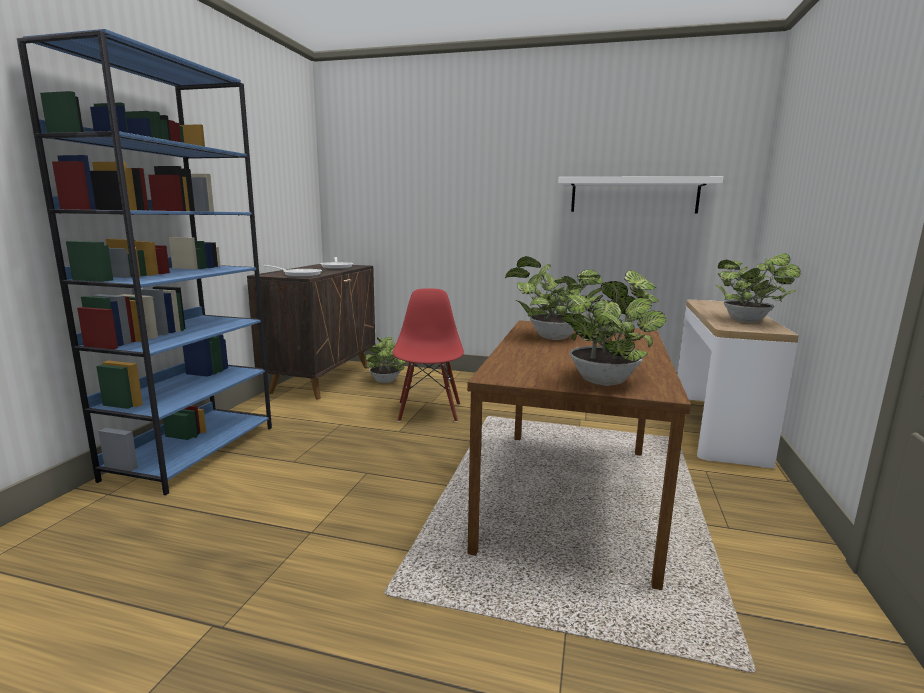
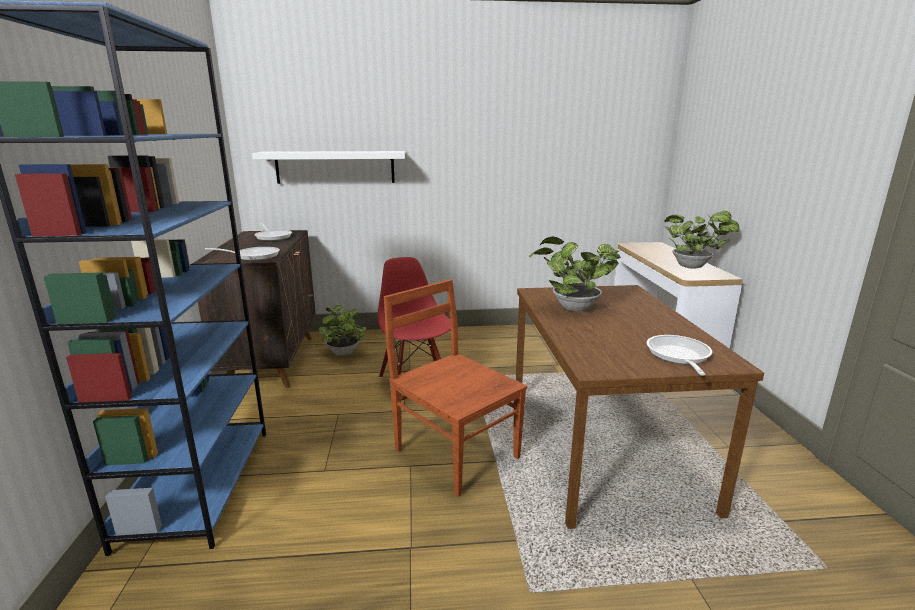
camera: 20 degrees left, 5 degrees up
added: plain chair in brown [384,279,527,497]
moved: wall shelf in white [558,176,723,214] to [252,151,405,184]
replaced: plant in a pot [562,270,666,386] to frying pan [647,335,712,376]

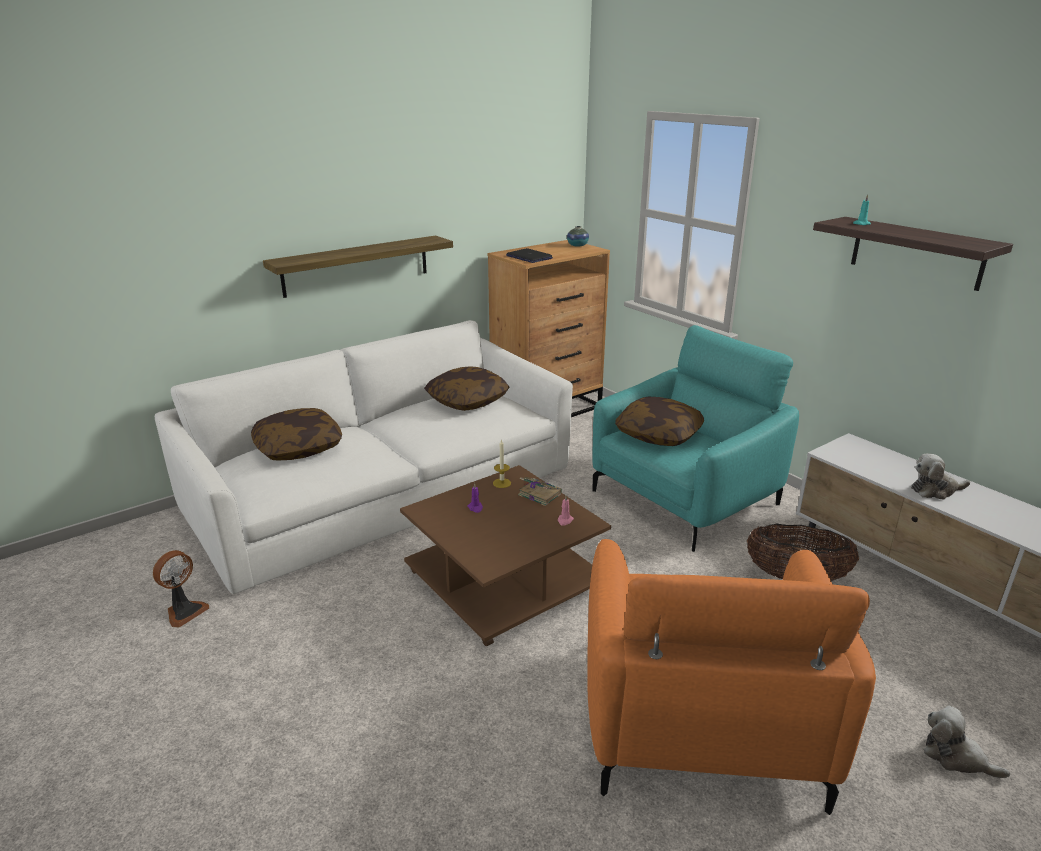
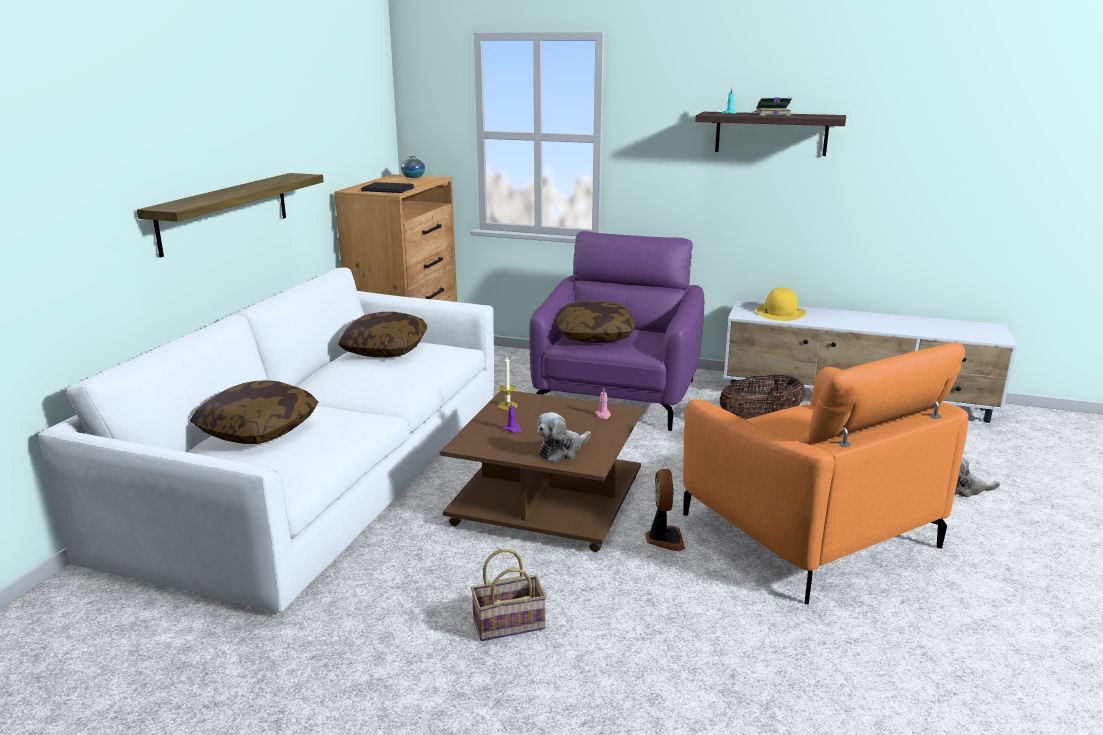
camera: 35 degrees left, 5 degrees down
added: storage basket [471,549,547,641]; wearable hat in yellowish [756,288,806,321]
moved: electric fan [153,550,209,627] to [645,469,685,551]; bound book [518,478,562,506] to [754,97,792,116]; cuddly toy [911,453,970,500] to [537,412,591,463]
recoloured: easy chair in turquoise [592,325,799,552] to easy chair in purple-coloured [529,231,704,431]

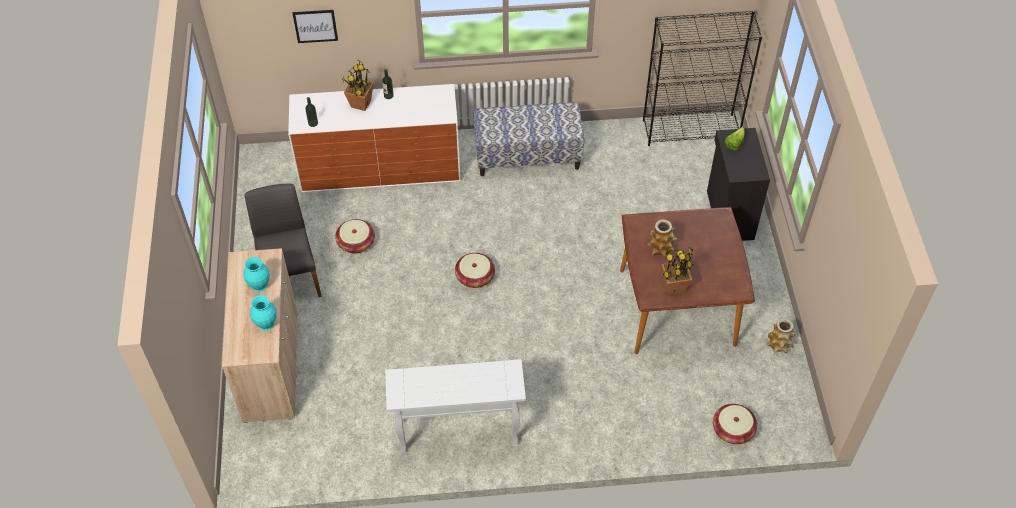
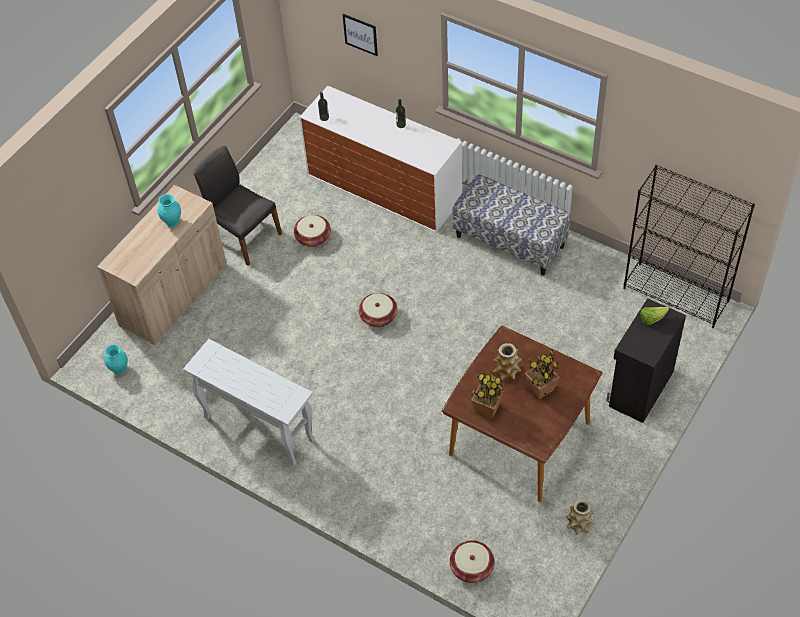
camera: 40 degrees right, 0 degrees up
moved: flower vase in turquoise [250,295,276,331] to [104,344,128,375]; plant in a pot [342,60,374,111] to [525,349,560,399]
turned: plain chair in greyish [244,184,322,297] = [193,146,282,266] 75 degrees counterclockwise

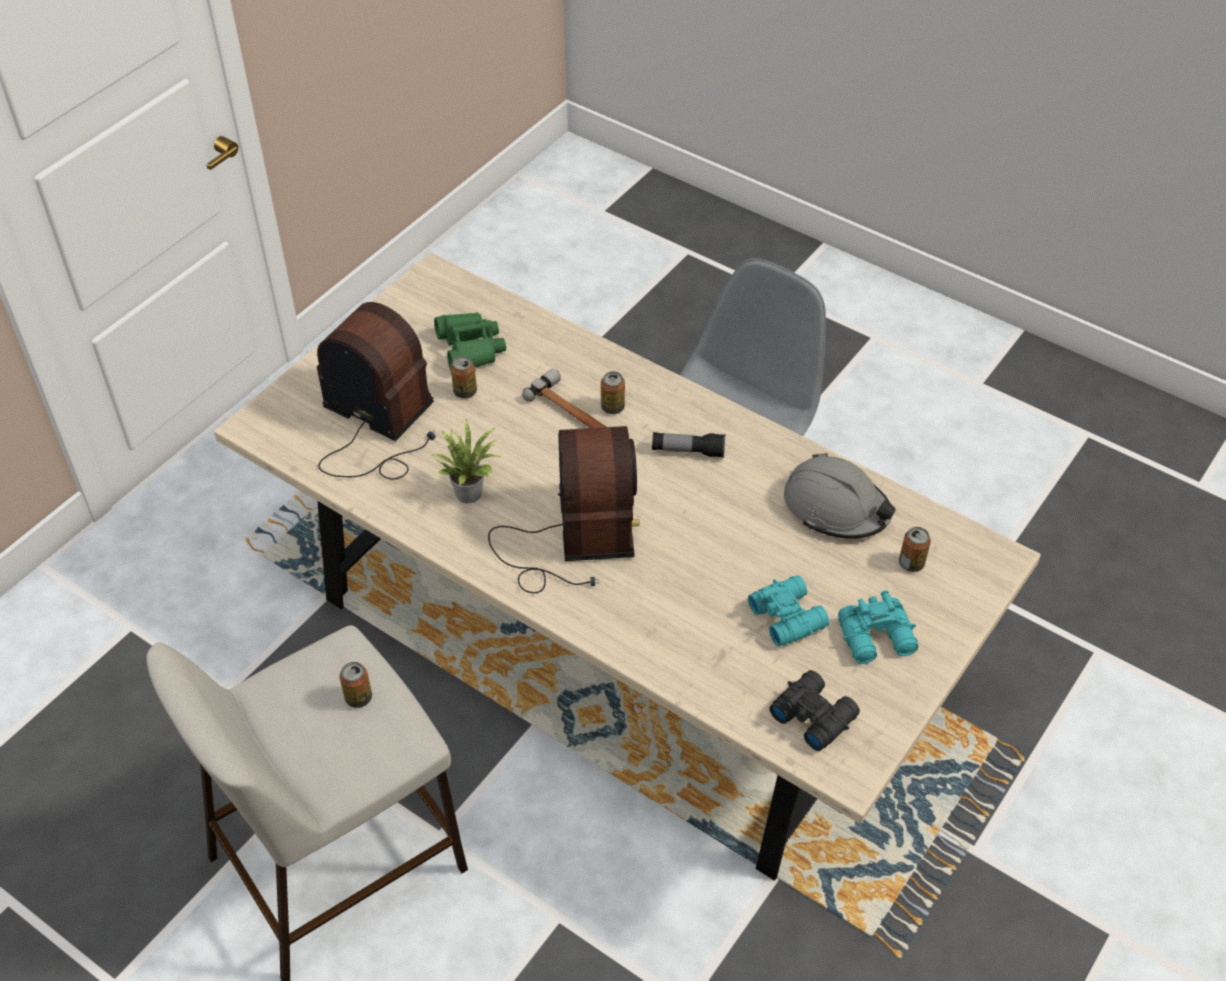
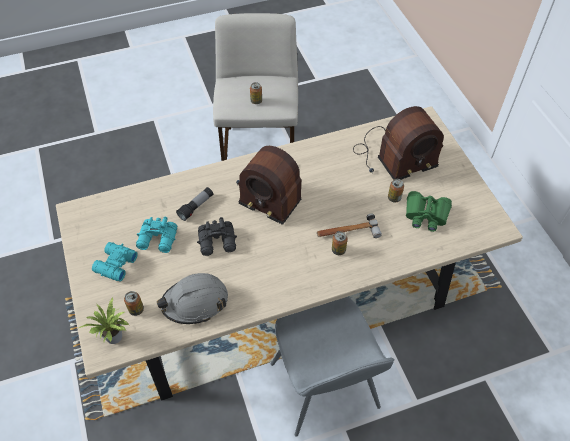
camera: 125 degrees right, 5 degrees up
moved: plant in a pot [431,419,502,503] to [77,296,130,344]; flashlight [652,432,726,458] to [176,187,213,221]; pair of binoculars in black-coloured [769,670,860,751] to [197,217,237,256]

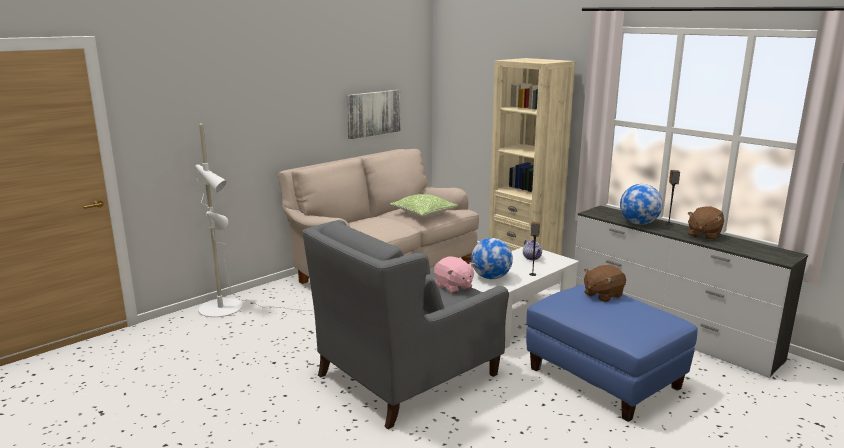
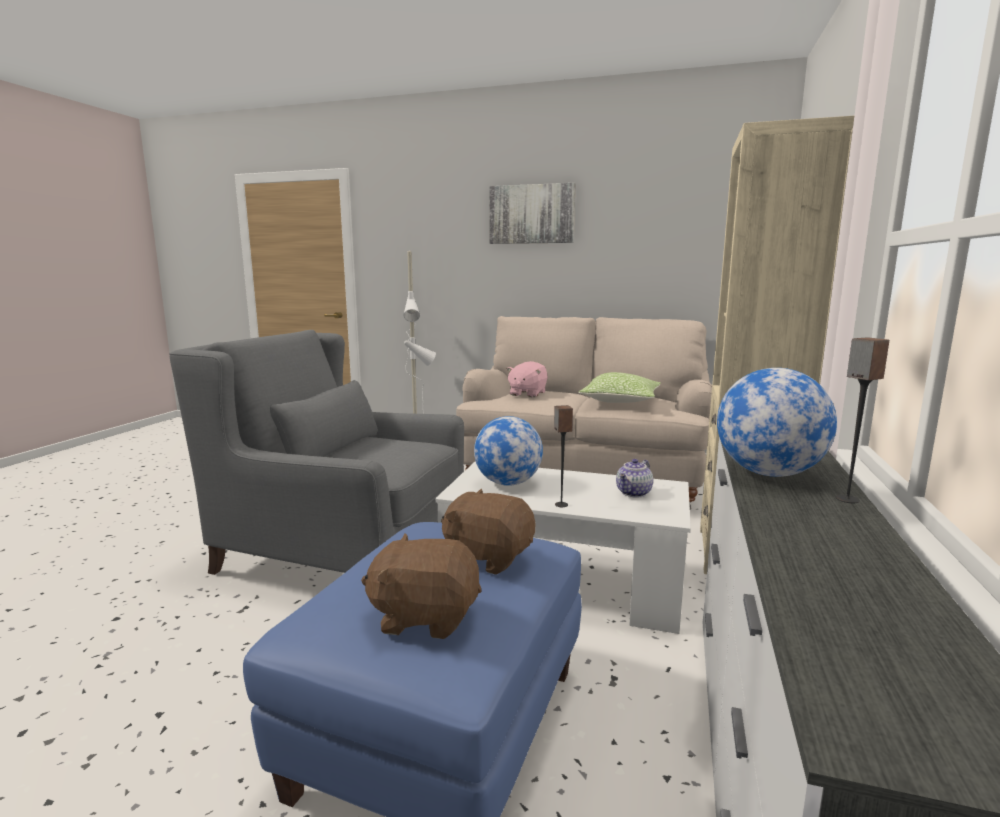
camera: 60 degrees right, 5 degrees down
moved: wall art [347,90,401,139] to [489,183,575,244]; cuddly toy in pinkish [434,256,475,294] to [506,361,548,397]; cuddly toy in brown [687,206,724,240] to [361,533,482,639]

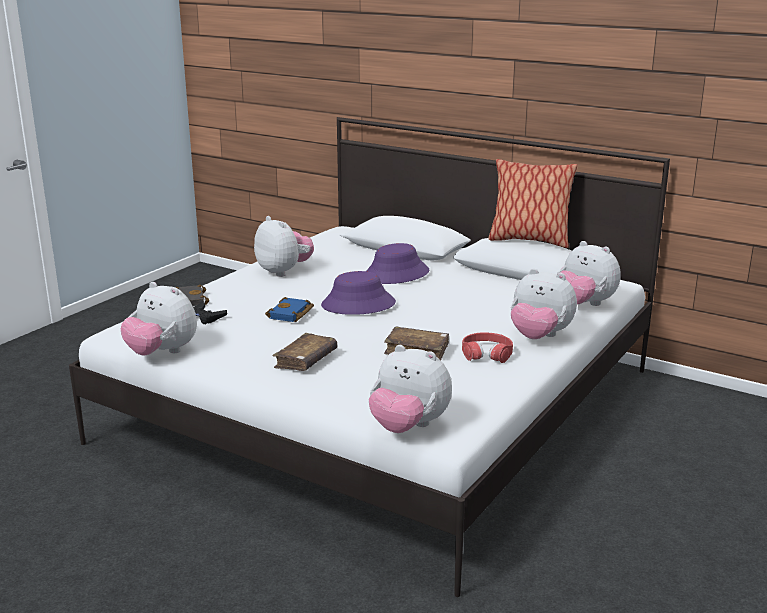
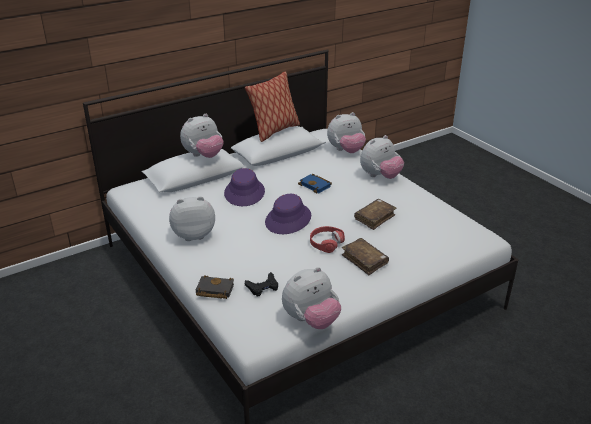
camera: 65 degrees left, 10 degrees up
moved: bound book in blue-coloured [265,297,314,322] to [298,174,332,193]; cuddly toy [369,345,452,433] to [180,114,224,158]; pair of headphones in reddish [462,332,513,363] to [310,226,345,253]

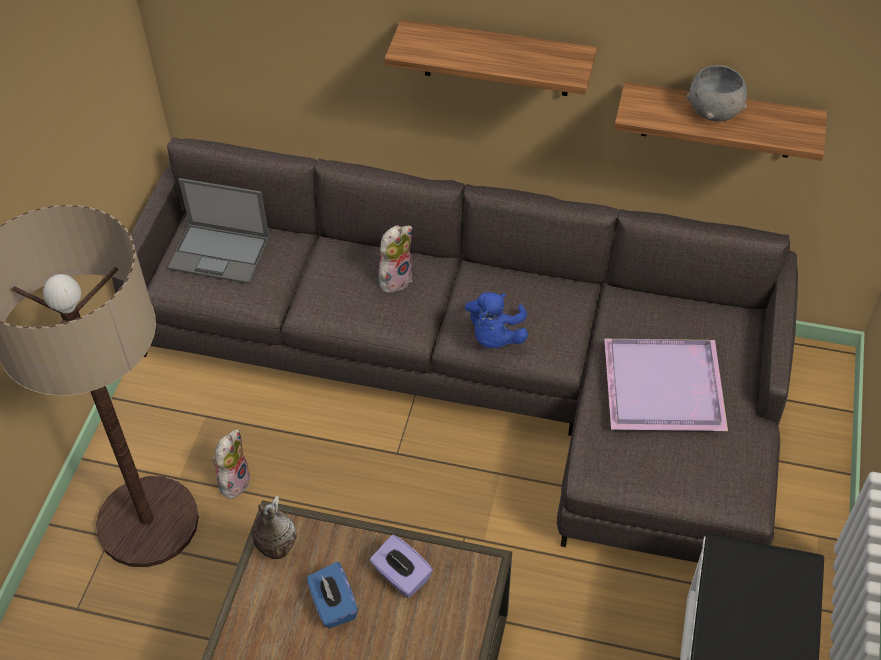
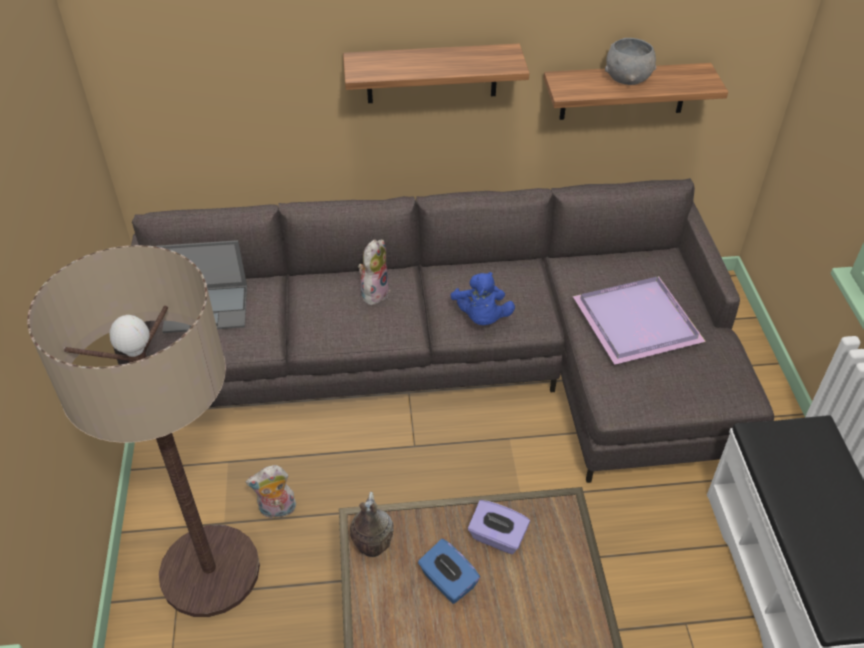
camera: 20 degrees left, 5 degrees down
turned: cuddly toy [212,429,251,499] = [246,465,296,519] 105 degrees counterclockwise

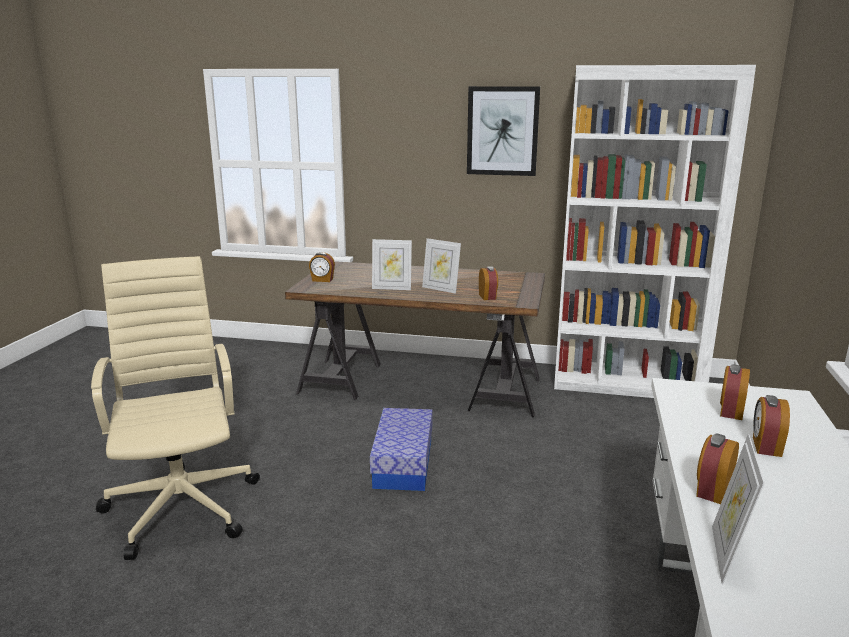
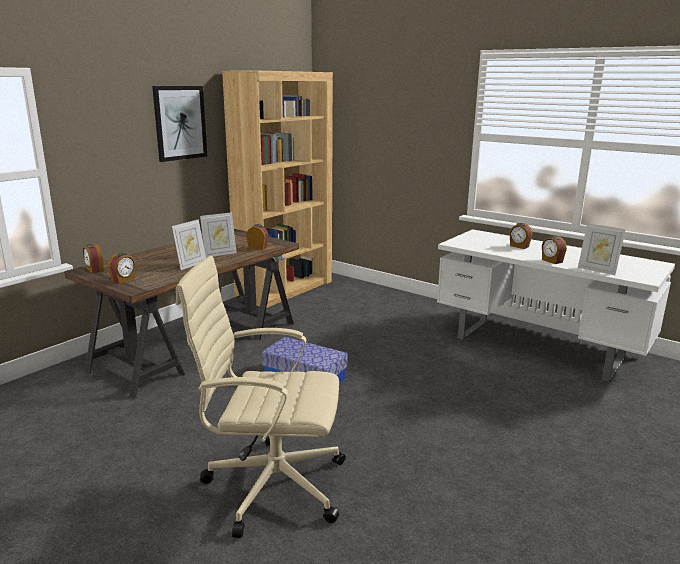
camera: 65 degrees left, 0 degrees up
moved: bedside clock [720,364,750,420] to [83,244,104,274]
recoloured: bookcase in white [554,65,756,398] to bookcase in brown [222,71,333,308]

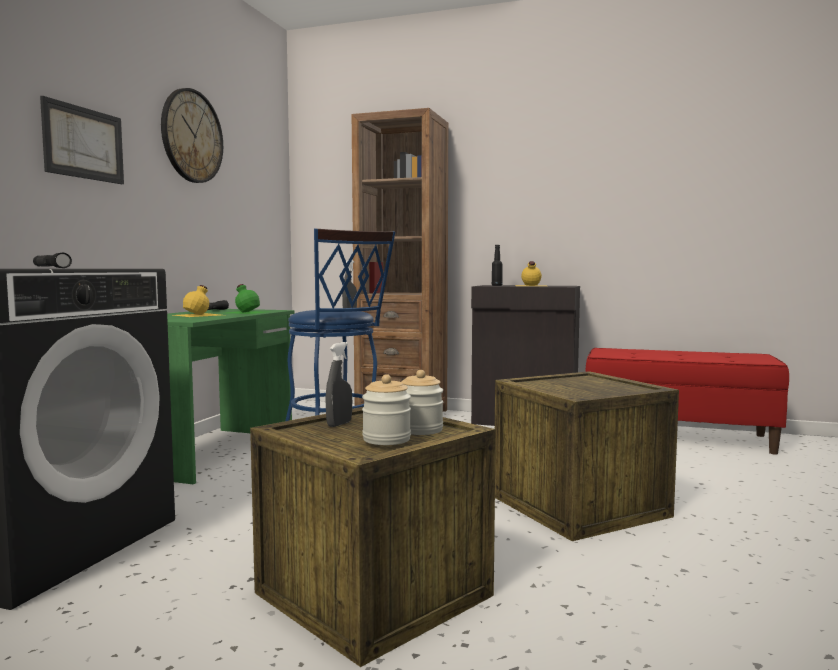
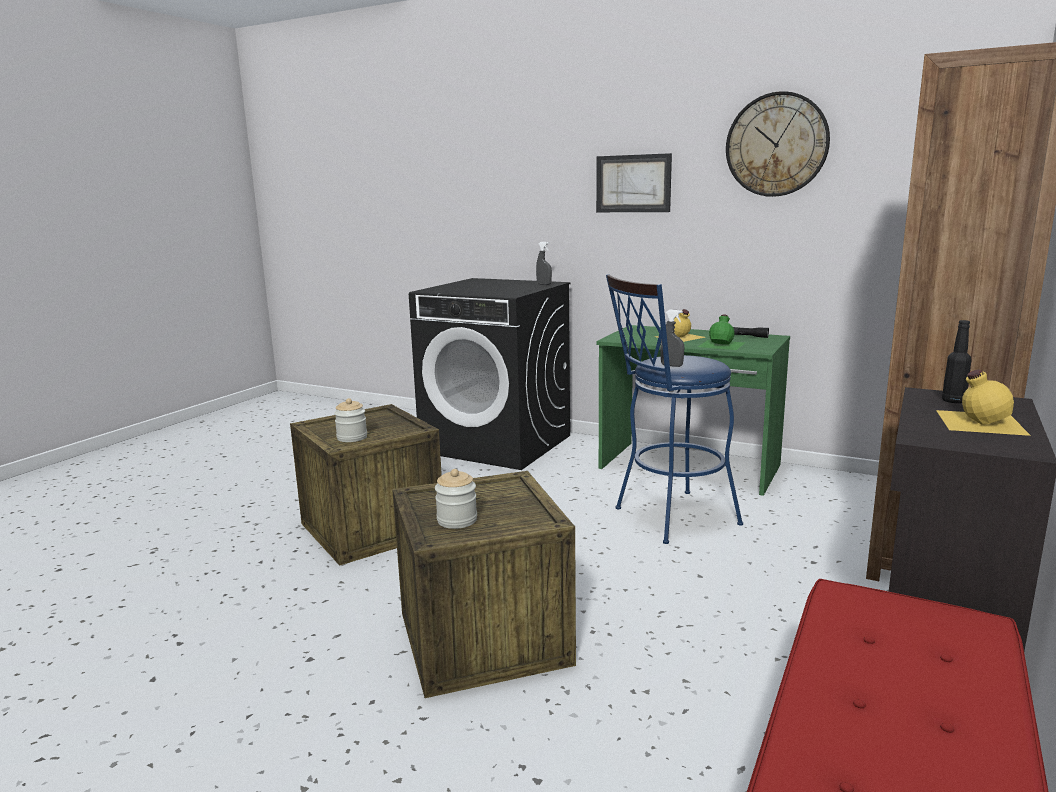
camera: 100 degrees right, 10 degrees up
removed: flashlight in black-coloured [33,253,72,268]
moved: spray bottle in greyish [326,342,352,427] to [536,242,552,285]; jar [362,374,411,445] to [435,469,477,529]

